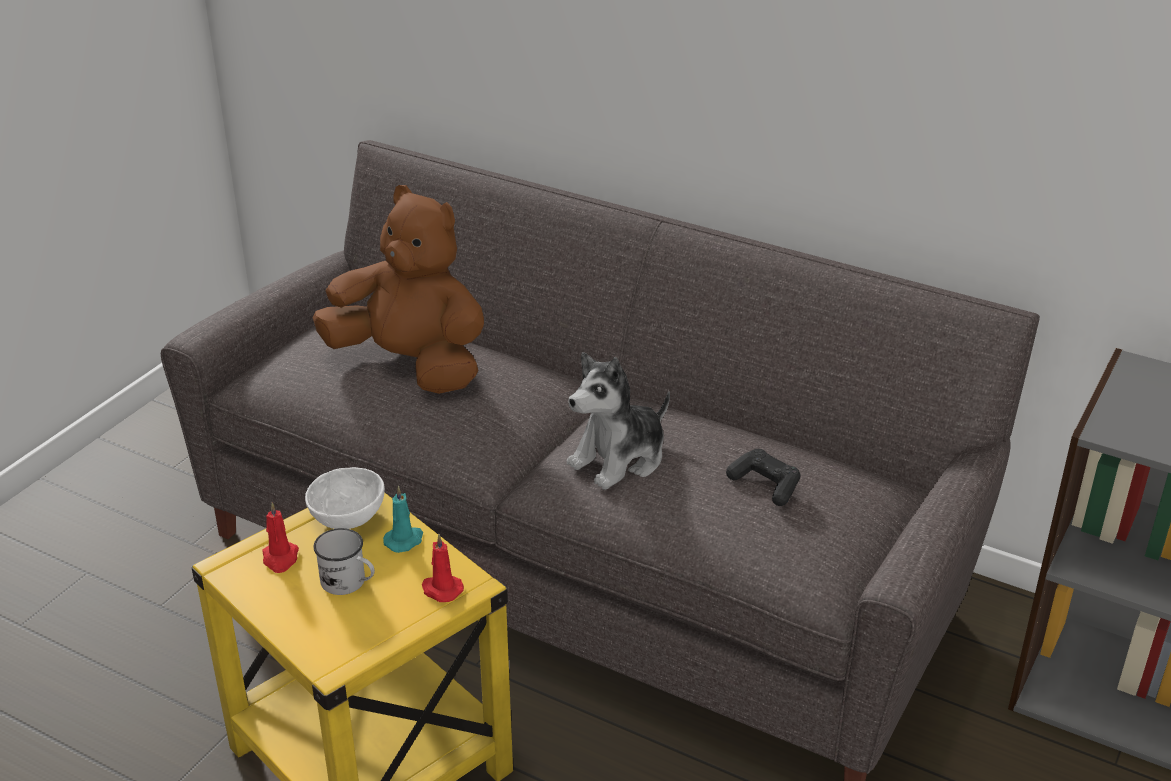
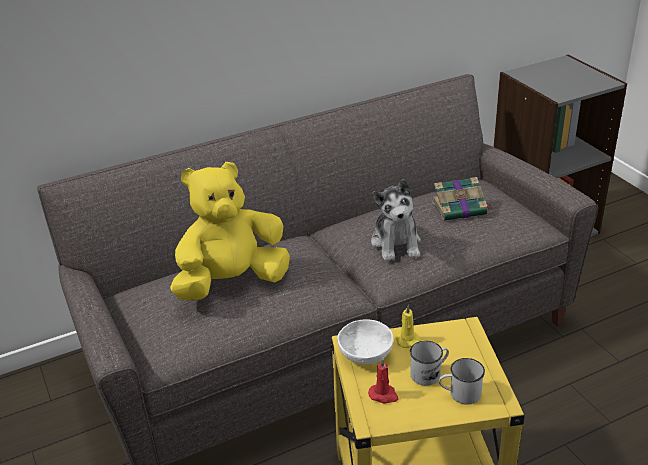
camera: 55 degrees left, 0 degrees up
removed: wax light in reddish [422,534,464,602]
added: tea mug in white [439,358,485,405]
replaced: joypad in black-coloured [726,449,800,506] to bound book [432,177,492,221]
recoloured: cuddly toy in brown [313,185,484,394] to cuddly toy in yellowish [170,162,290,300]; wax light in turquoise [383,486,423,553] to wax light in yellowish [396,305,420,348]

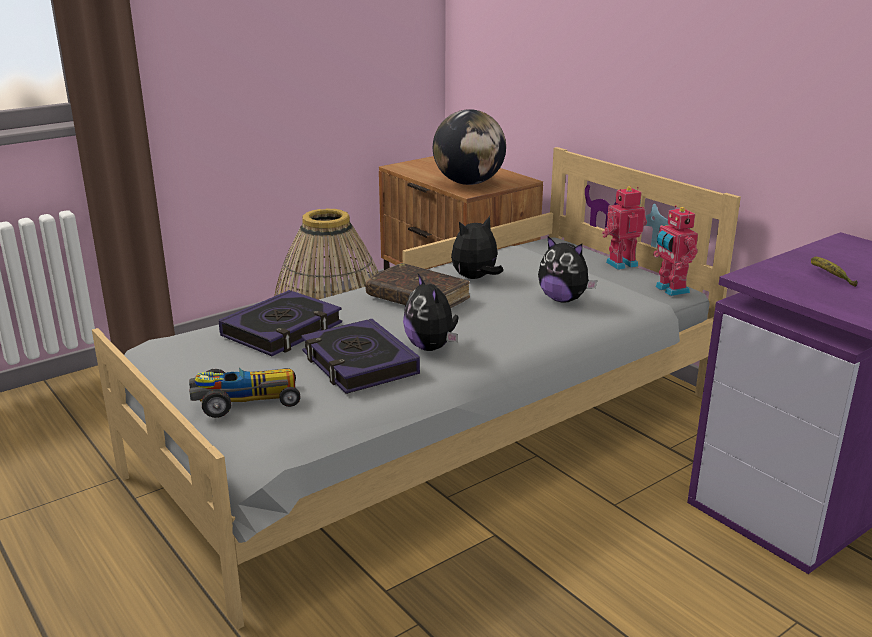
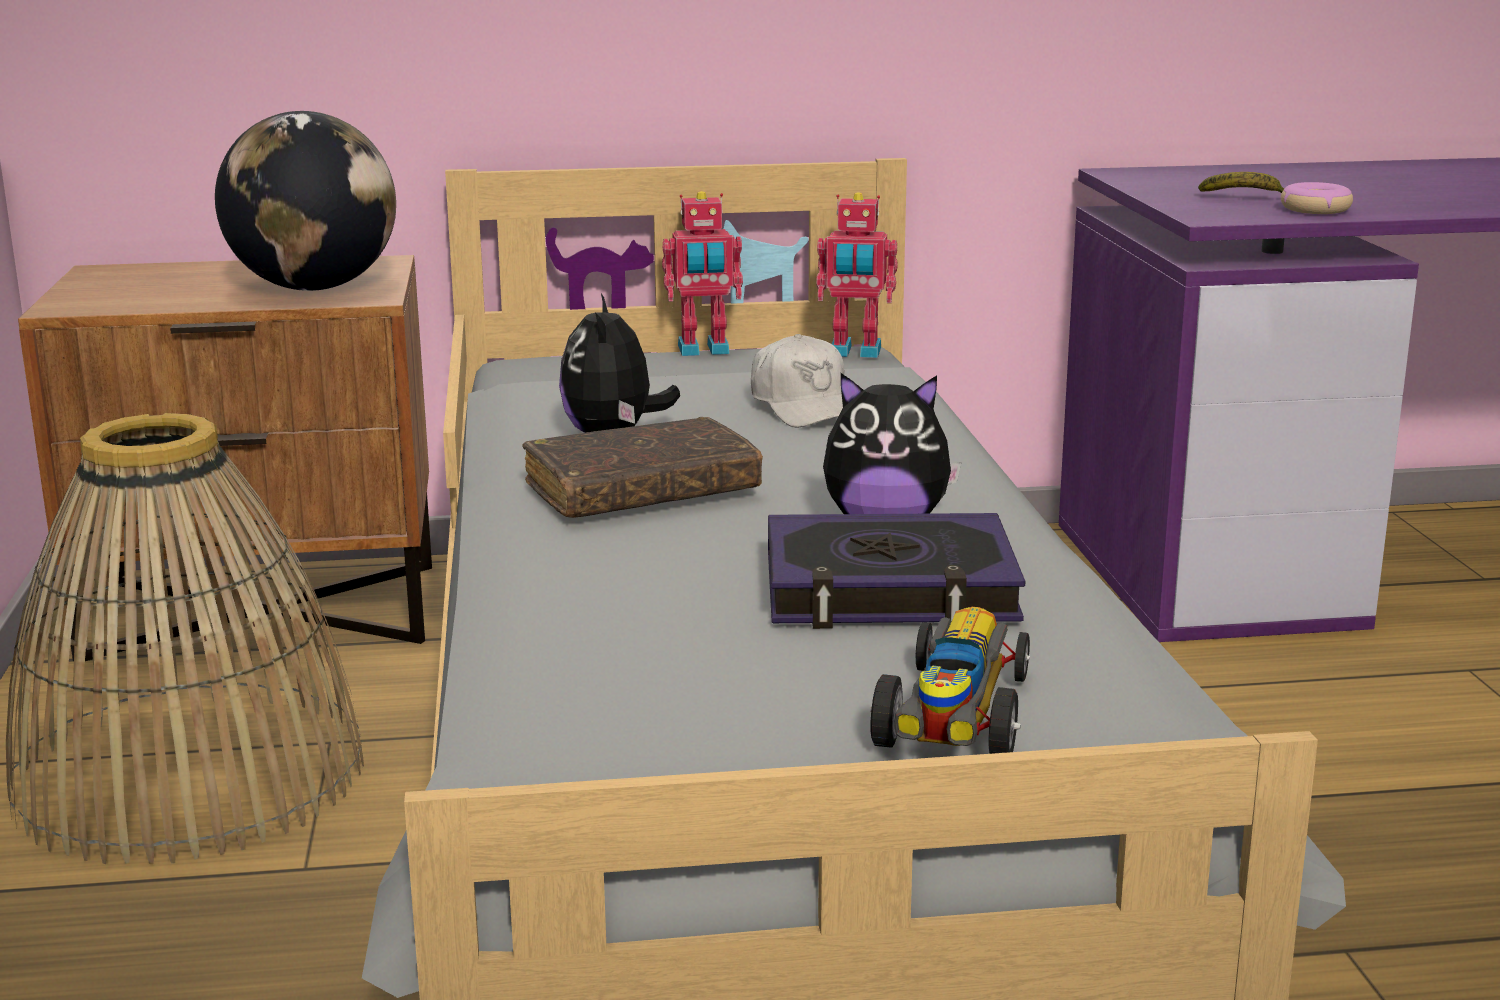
camera: 60 degrees left, 5 degrees down
removed: bound book [219,290,342,356]
added: doughnut [1281,182,1353,214]
replaced: cuddly toy [538,236,597,303] to cap in white [751,334,844,427]
turned: model robot [602,186,647,270] = [662,191,743,356] 105 degrees counterclockwise

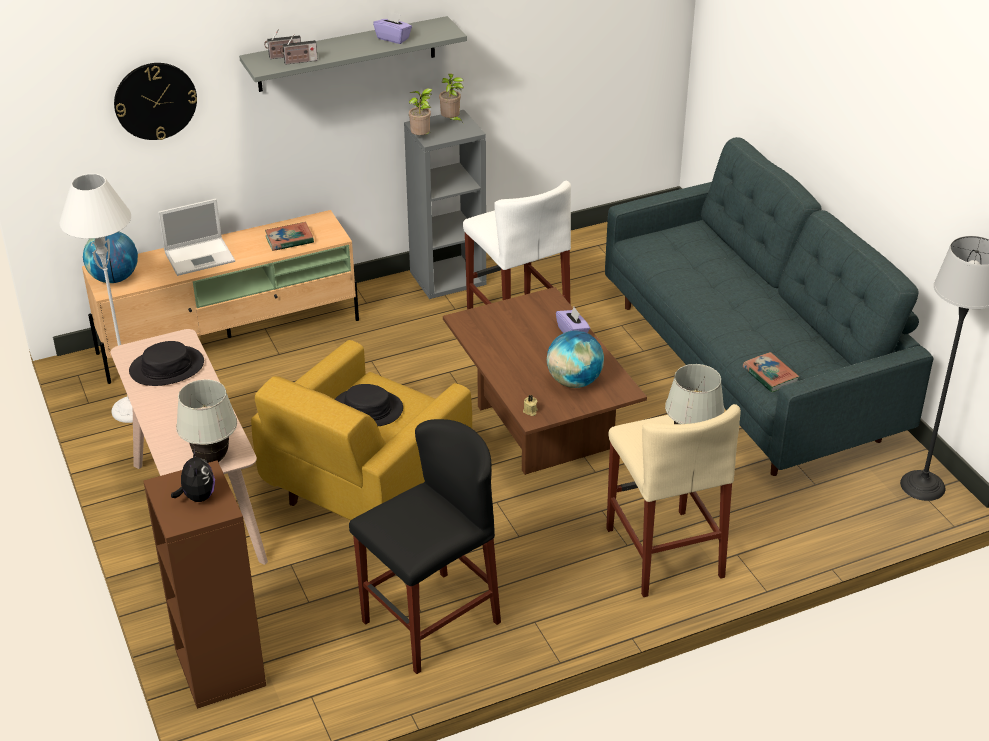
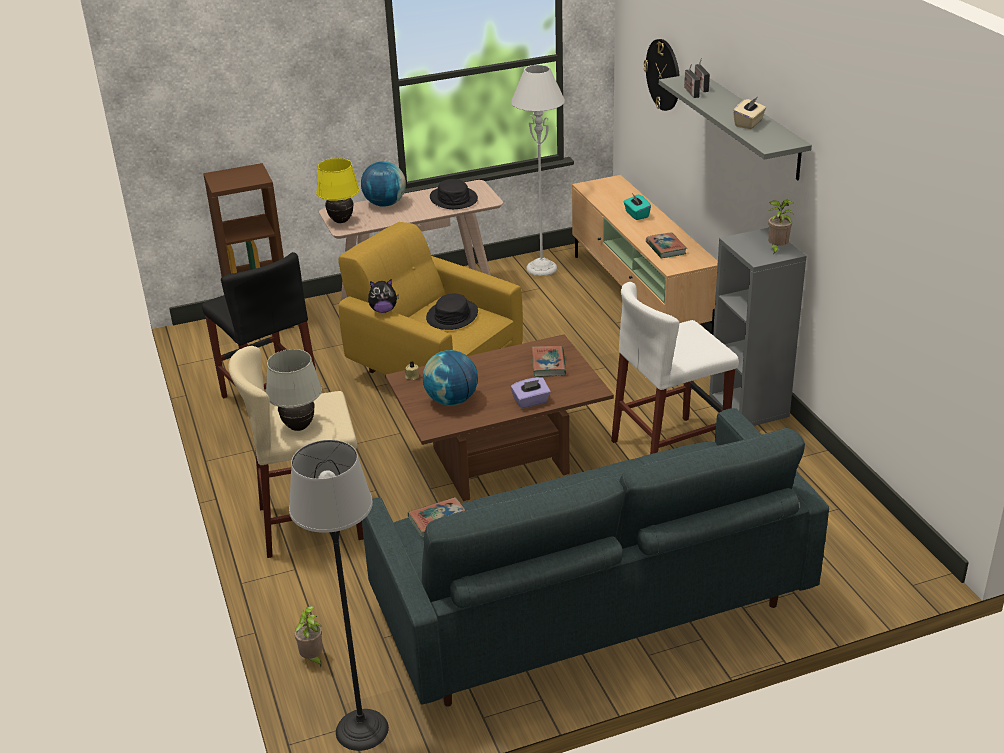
camera: 95 degrees right, 5 degrees down
added: bound book [531,346,566,377]
moved: globe [83,232,138,283] to [361,161,406,207]; cuddly toy [171,449,215,502] to [368,280,399,313]; plant in a pot [409,88,433,135] to [294,606,323,666]
replaced: laptop [158,199,235,276] to box of tissues in turquoise [623,193,651,220]
recoloured: tabletop lamp in white [176,379,237,463] to tabletop lamp in yellowish [316,158,359,223]; box of tissues in purple-coloured [373,11,412,44] to box of tissues in beige-coloured [733,97,766,129]

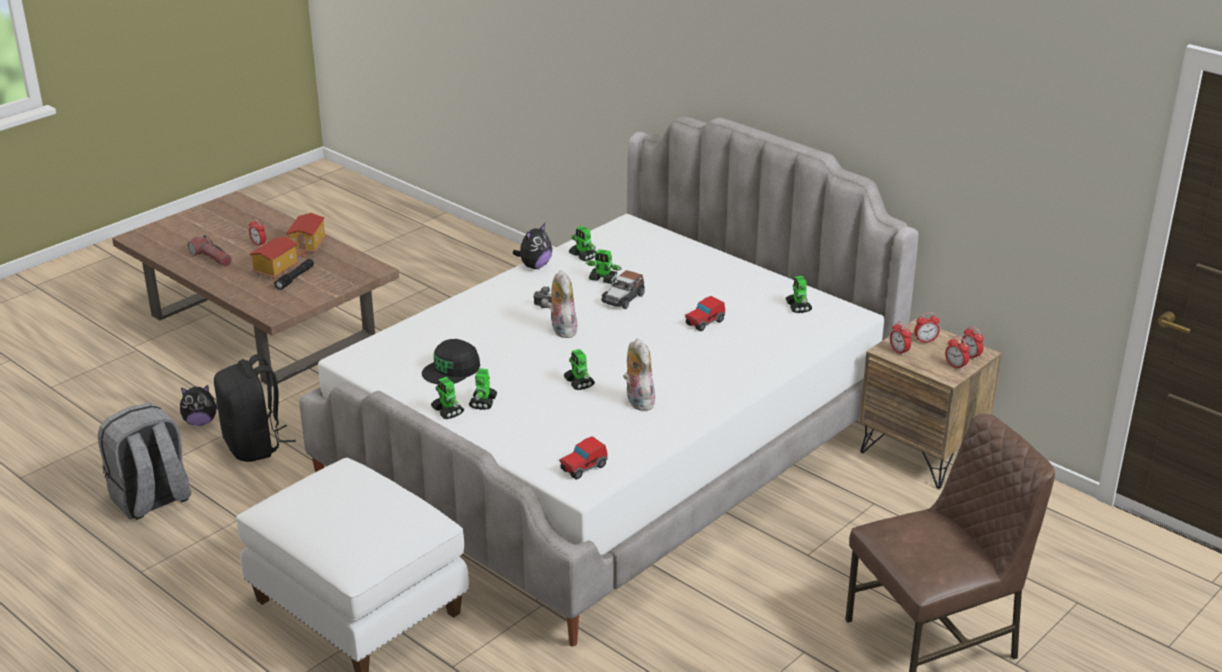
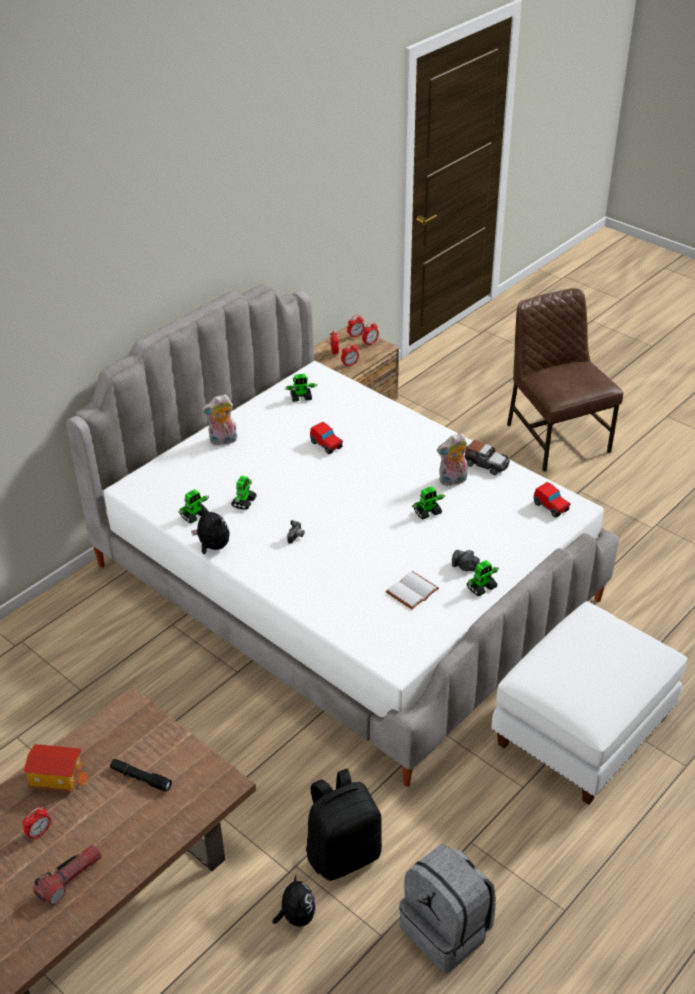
camera: 90 degrees left, 10 degrees up
removed: toy house [250,237,299,280]
moved: cuddly toy [547,270,577,338] to [201,394,238,446]; toy car [601,270,645,309] to [464,440,510,475]
replaced: cap in black-coloured [422,339,480,384] to bound book in white [386,571,439,610]; model robot [469,368,497,410] to photo camera [452,550,480,571]

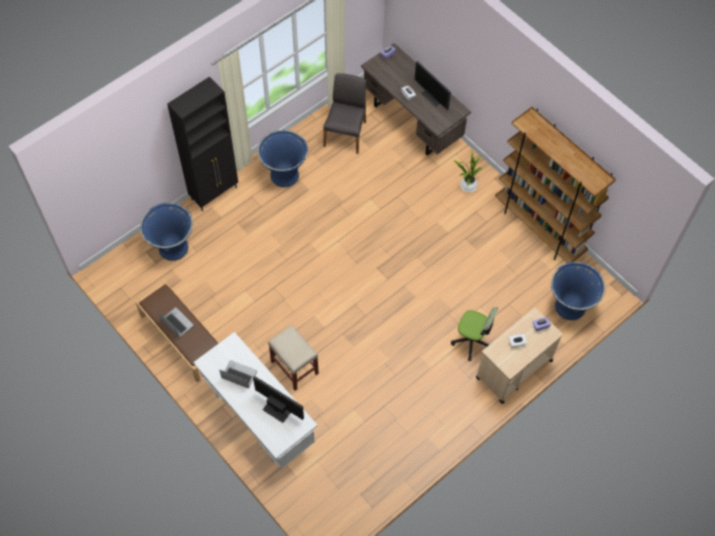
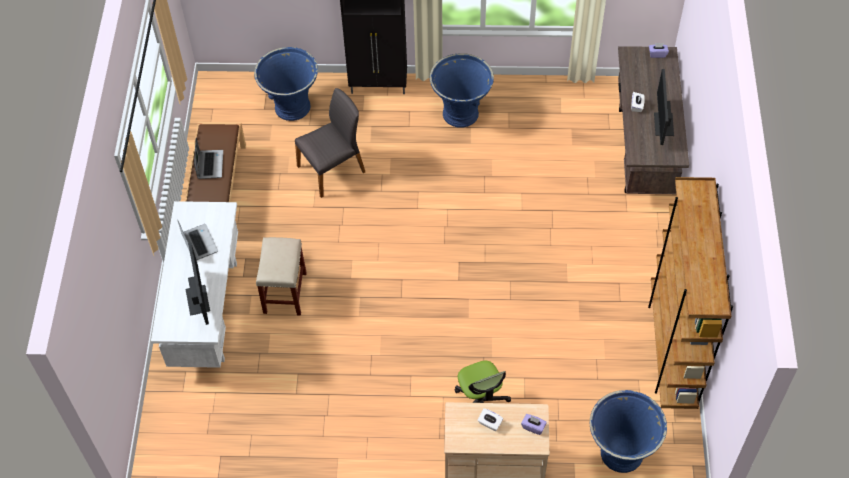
camera: 45 degrees right, 5 degrees down
removed: plant in a pot [454,151,483,192]
moved: plain chair in greyish [323,73,366,154] to [295,88,365,198]

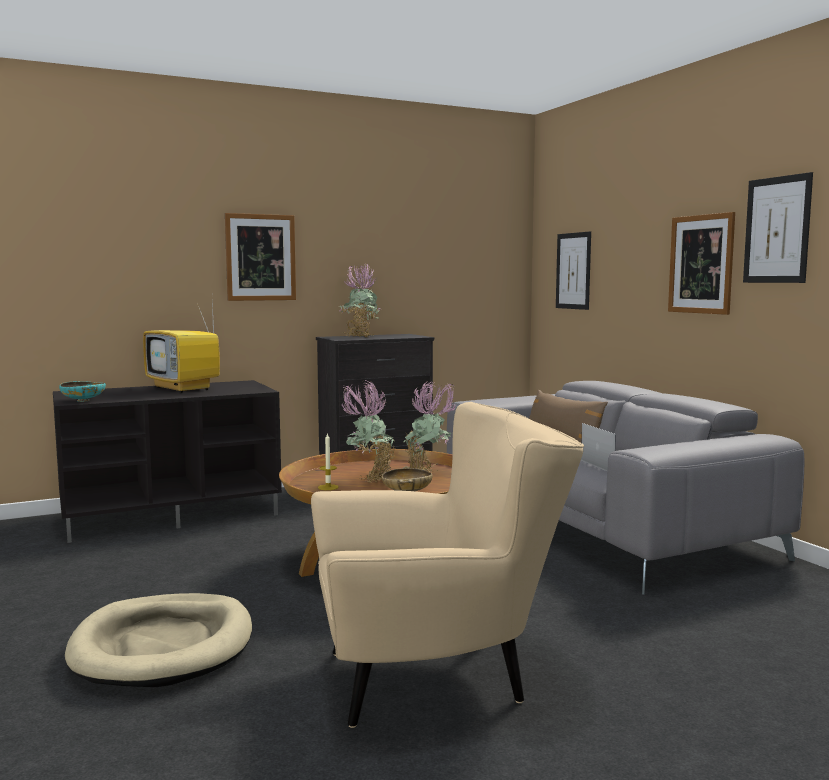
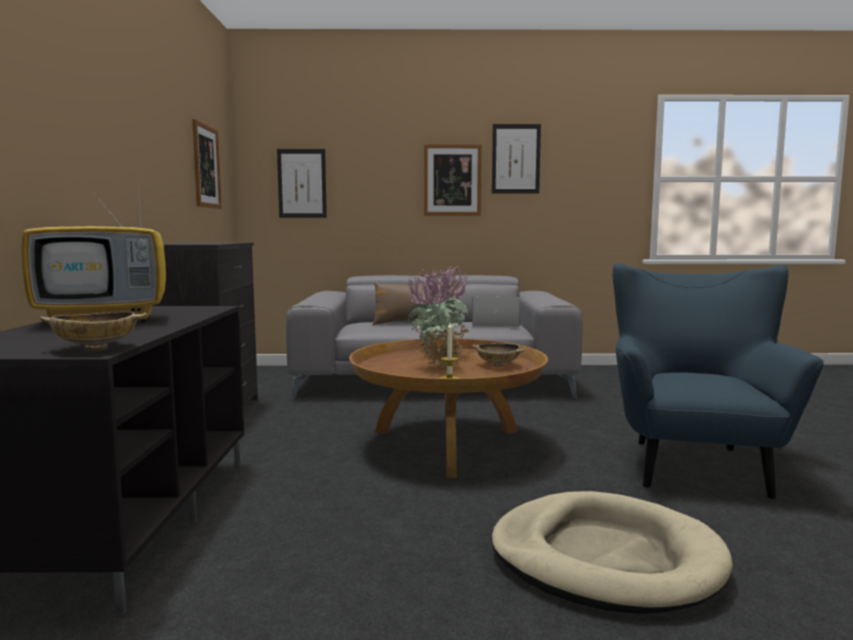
camera: 65 degrees left, 0 degrees up
removed: plant in a pot [339,263,380,337]
moved: wall art [225,213,296,301] to [192,119,222,209]
recoloured: serving bowl in turquoise [59,381,106,402] to serving bowl in beige-coloured [39,312,147,350]; easy chair in beige-coloured [311,402,584,728] to easy chair in blue-coloured [613,263,824,500]

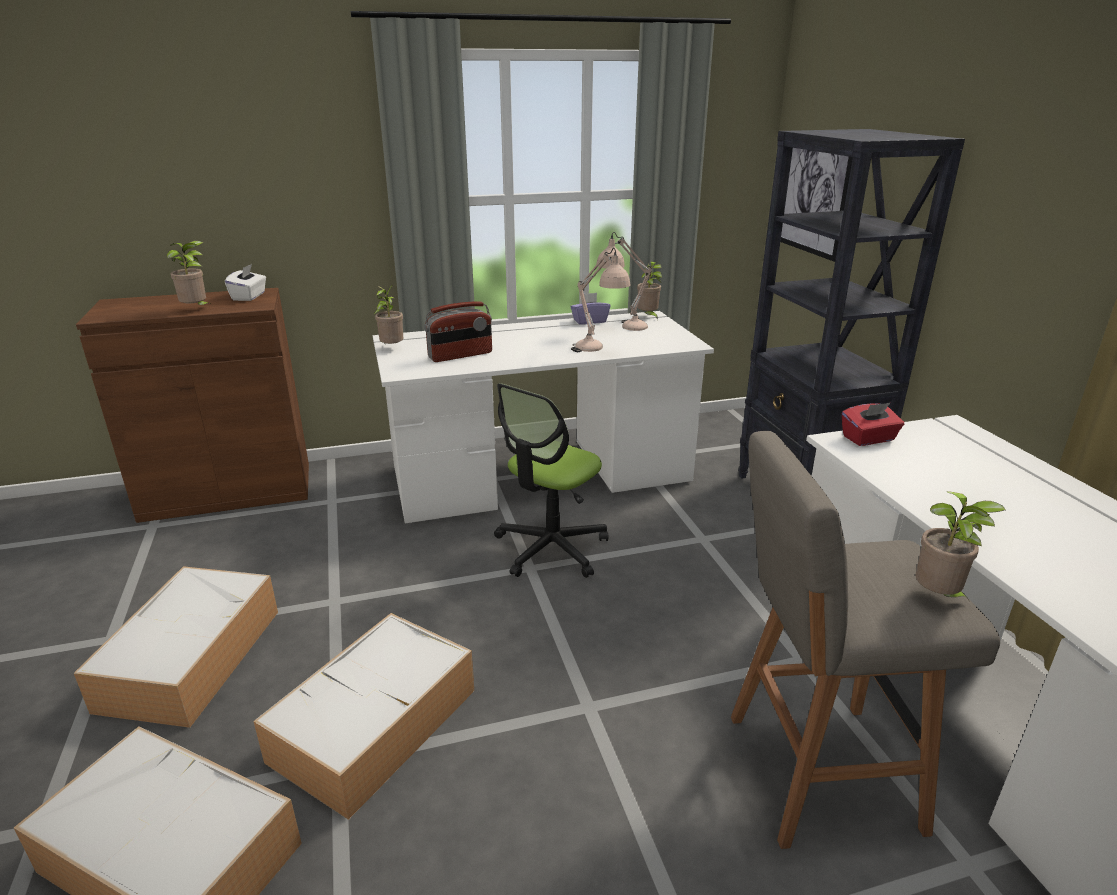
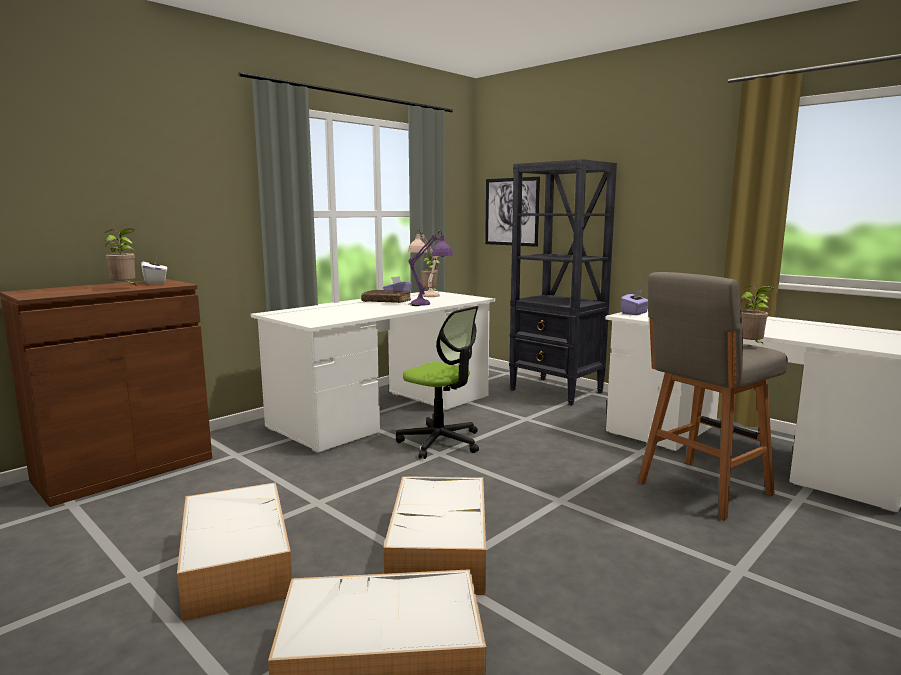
camera: 30 degrees left, 15 degrees down
removed: plant in a pot [374,285,403,344]; radio receiver [424,301,492,362]
added: bound book in brown [361,289,411,303]
recoloured: tabletop lamp in beige-coloured [571,248,630,352] to tabletop lamp in purple-coloured [408,231,453,306]; box of tissues in reddish [842,403,904,446] to box of tissues in purple-coloured [621,290,648,315]
turned: computer chair [494,383,609,578] = [396,306,479,459] 60 degrees counterclockwise

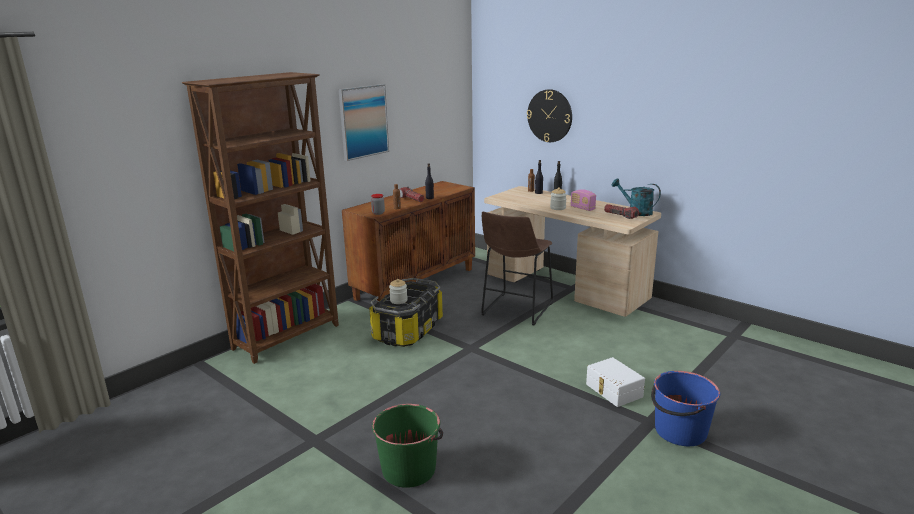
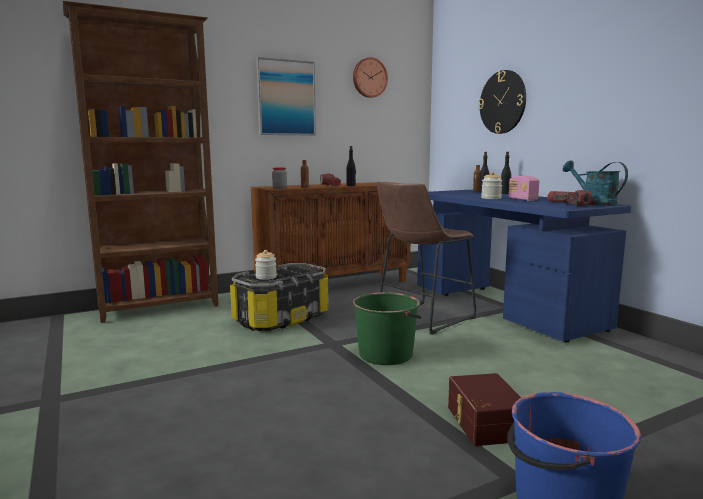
camera: 20 degrees right, 10 degrees down
added: hanging clock [353,57,388,98]
moved: water bucket in green-coloured [372,404,443,488] to [353,292,422,365]
recoloured: desk unit in beige-coloured [484,186,661,317] to desk unit in blue-coloured [417,190,631,342]; storage bin in white [586,357,645,407] to storage bin in brown [448,373,521,446]

